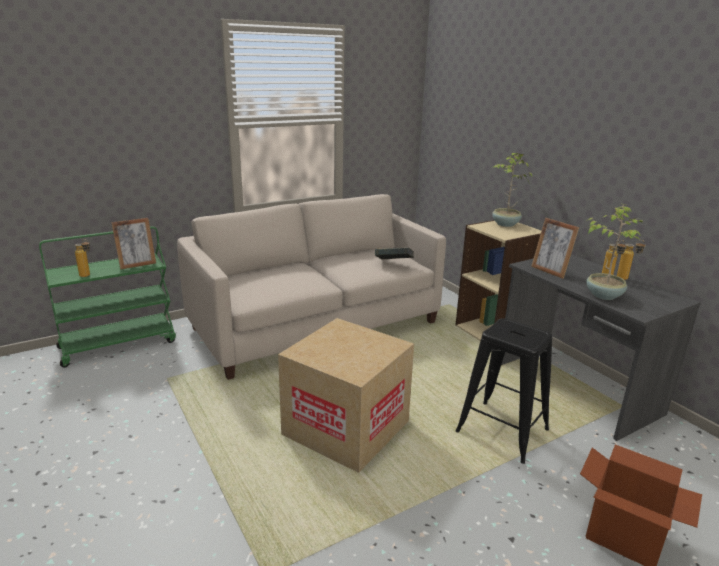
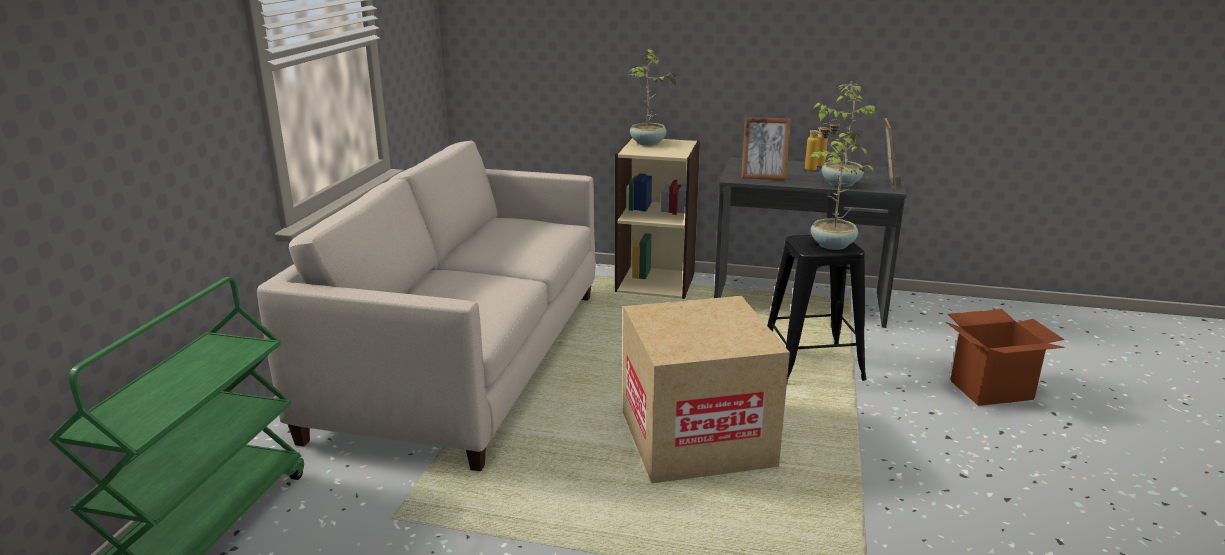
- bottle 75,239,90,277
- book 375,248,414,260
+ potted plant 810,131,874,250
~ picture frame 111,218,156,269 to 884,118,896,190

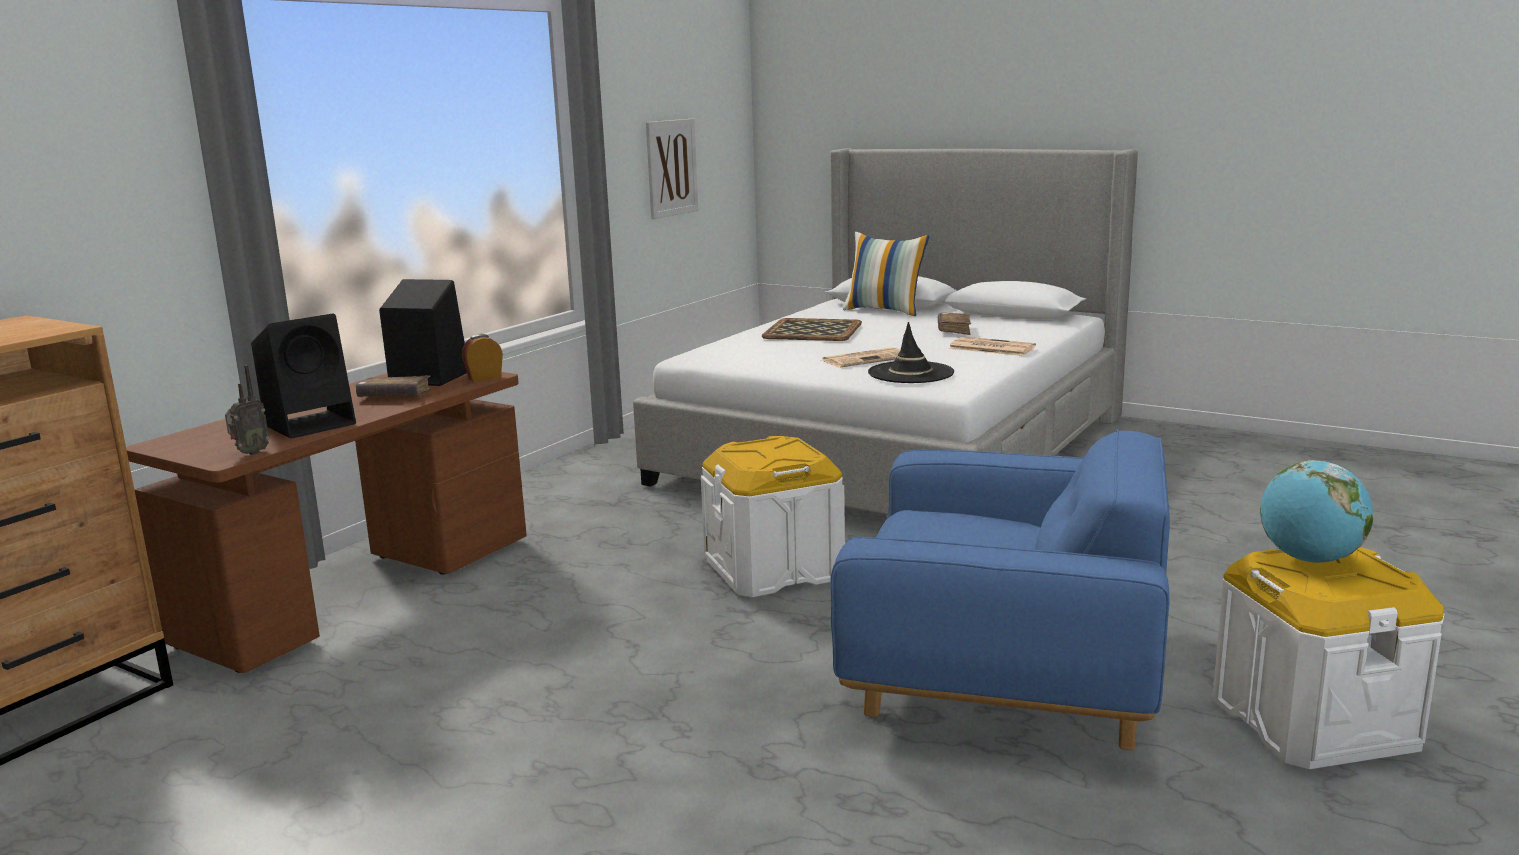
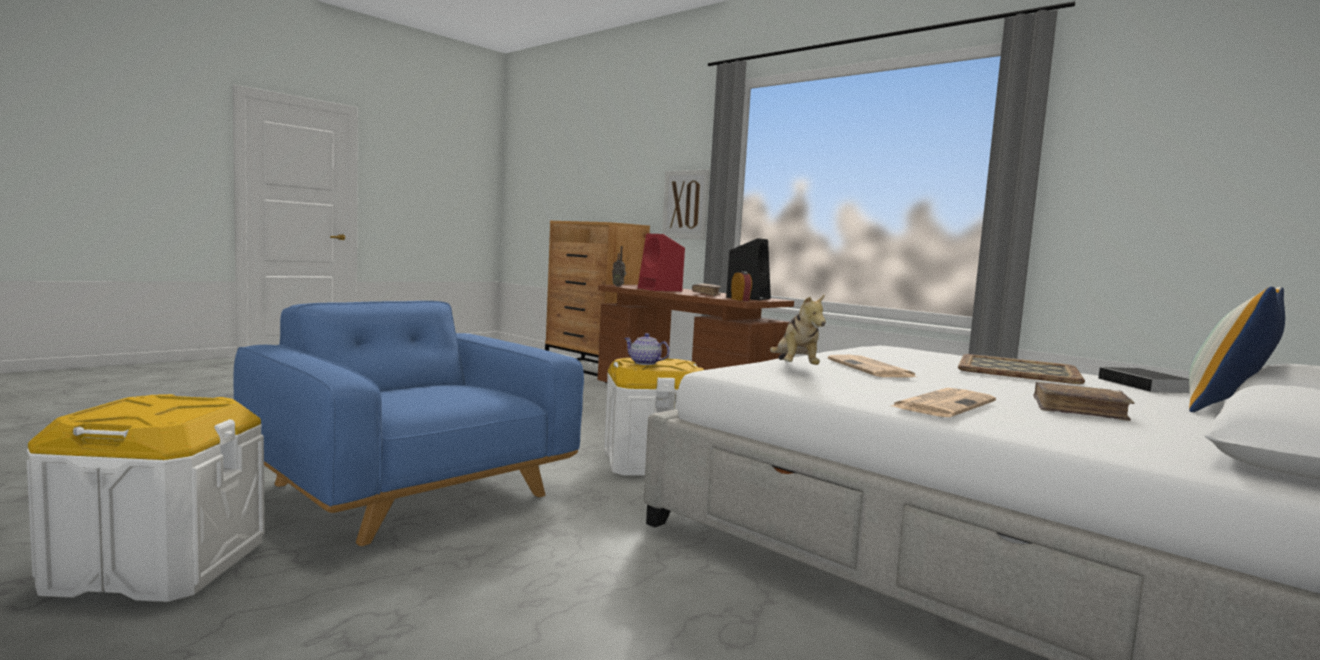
- globe 1260,460,1373,563
+ teapot 624,333,670,365
+ book 1098,367,1190,395
~ picture 646,119,698,219 to 662,170,710,240
~ black hat 868,322,954,383 to plush toy 770,294,826,365
~ black speaker 251,314,356,439 to red speaker 638,234,685,291
~ blue armchair 830,429,1170,750 = 233,301,584,546 105 degrees clockwise

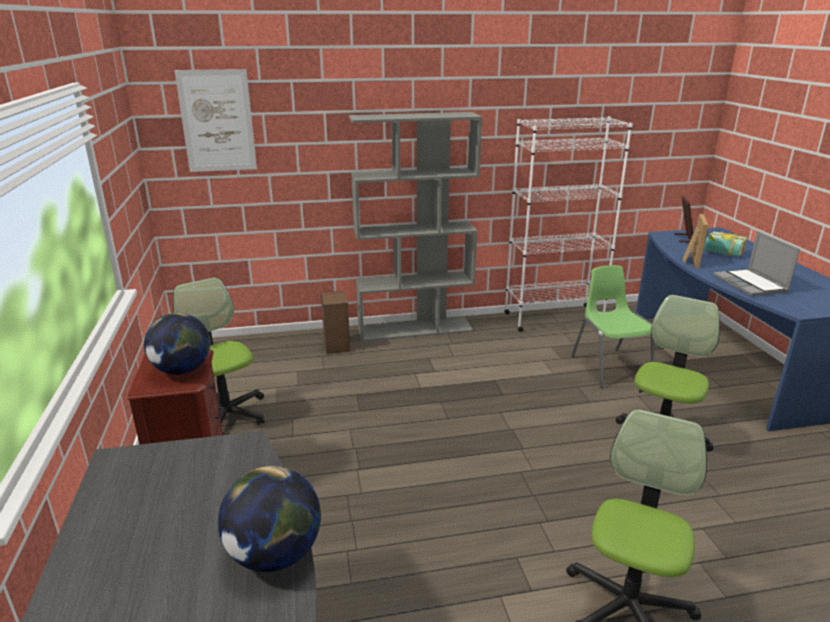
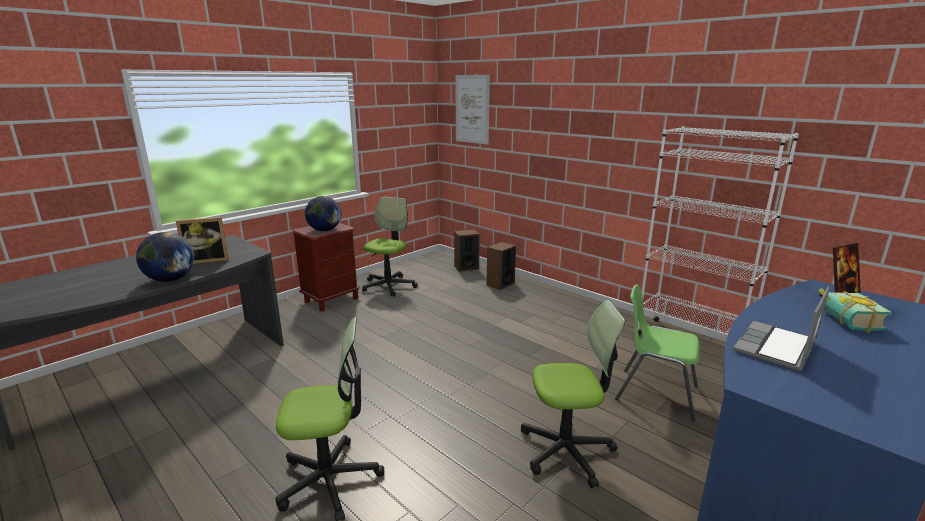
- grey bookcase 349,112,482,342
+ speaker 454,229,480,272
~ picture frame 683,213,708,268 to 176,217,229,264
~ green chair 571,265,654,388 = 615,284,700,421 105 degrees counterclockwise

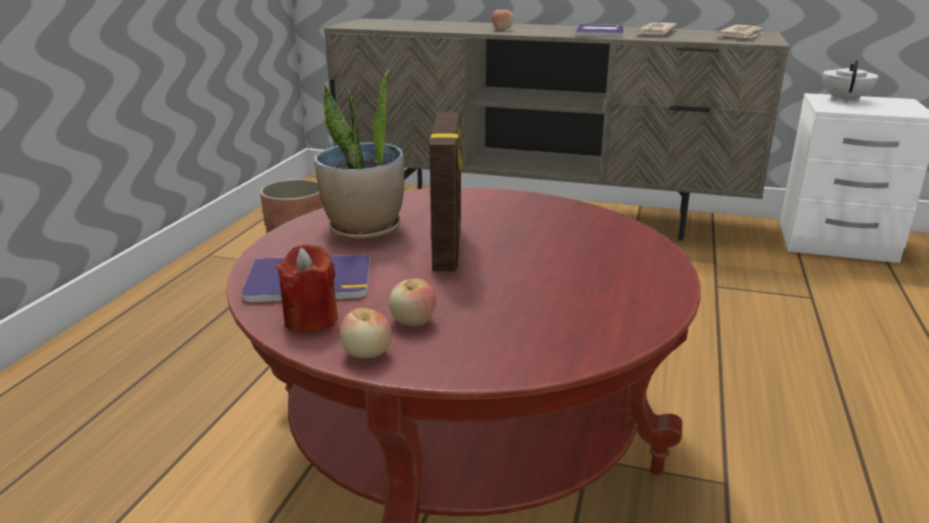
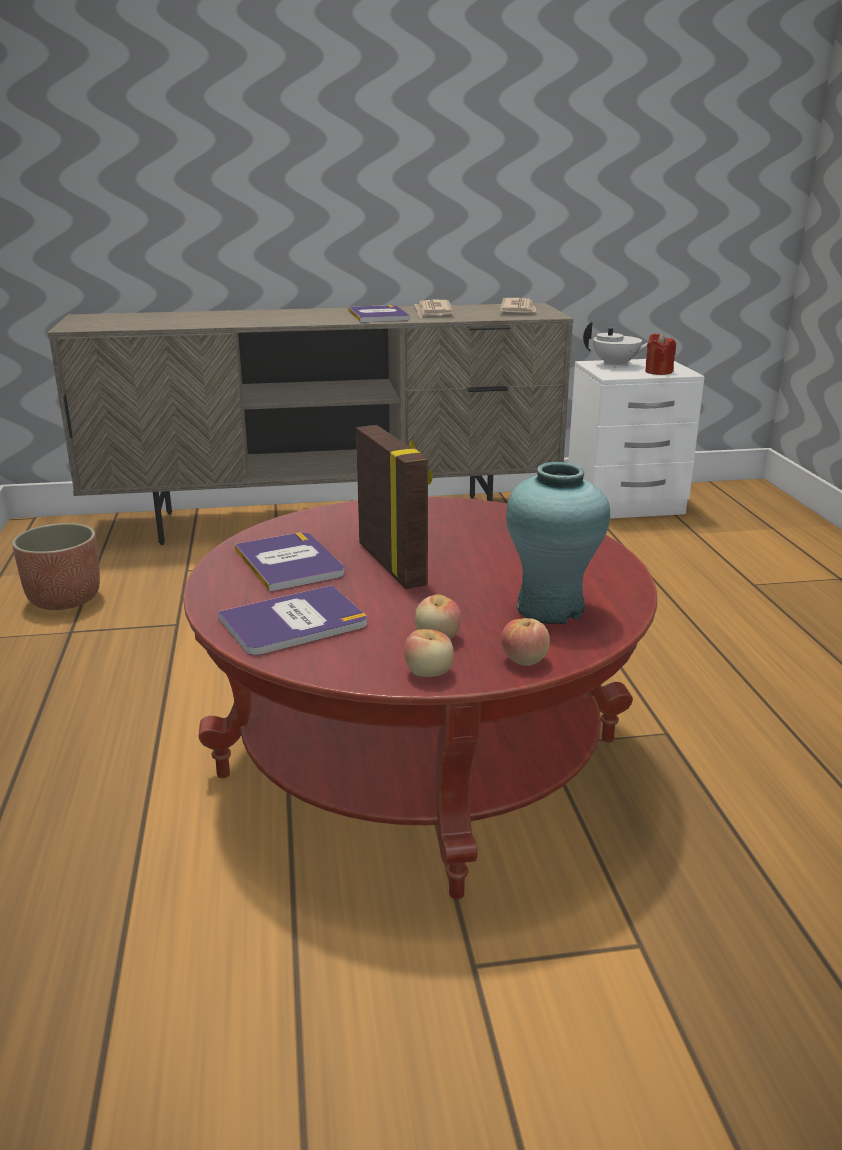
+ turquoise vase 506,462,610,624
~ red candle 276,244,338,333 to 645,332,676,375
~ apple 492,10,513,30 to 501,618,550,666
~ potted plant 314,69,404,241 to book 235,532,344,592
~ white teapot 823,60,878,103 = 583,321,647,368 105 degrees clockwise

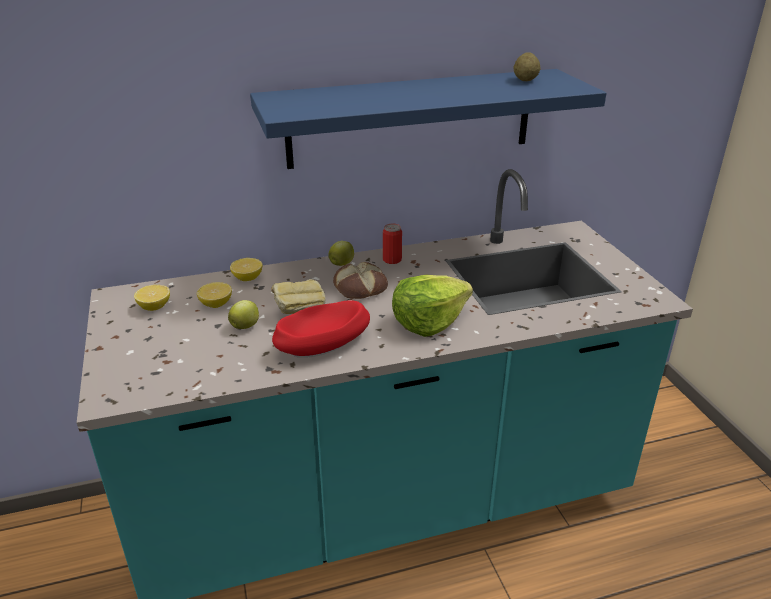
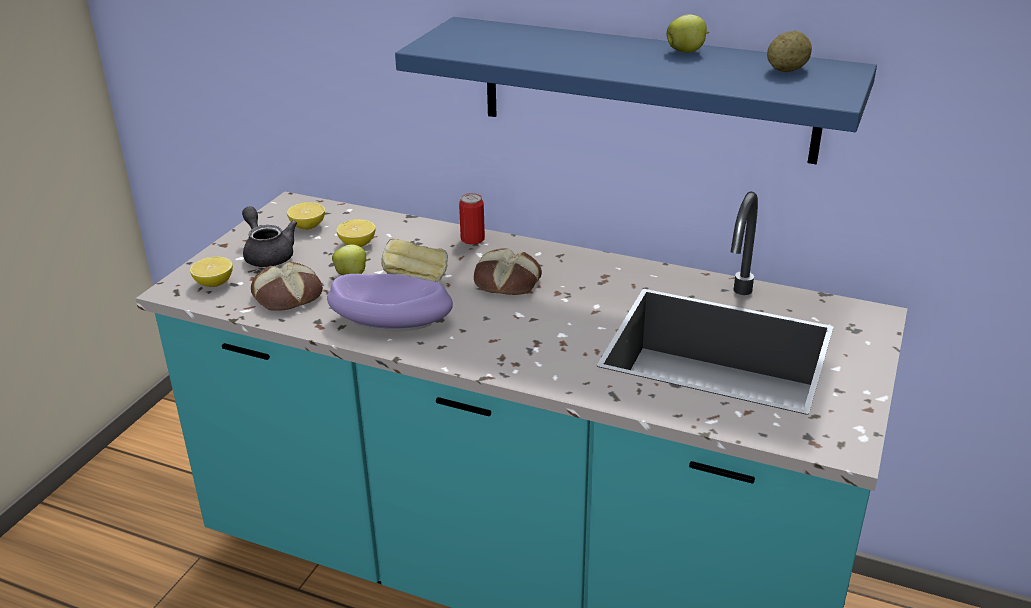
- lettuce 392,275,473,337
+ grey teapot 242,206,297,267
+ bread 251,262,323,311
~ lemon 230,258,262,281 to 190,257,233,287
~ apple 328,241,354,266 to 667,14,709,53
~ can 383,224,402,264 to 459,193,485,244
~ red bowl 272,300,370,358 to purple bowl 327,274,453,331

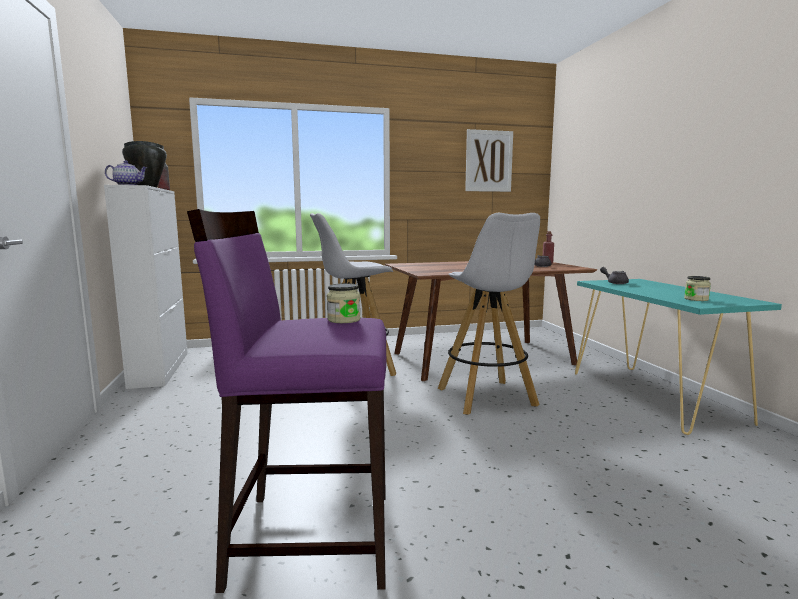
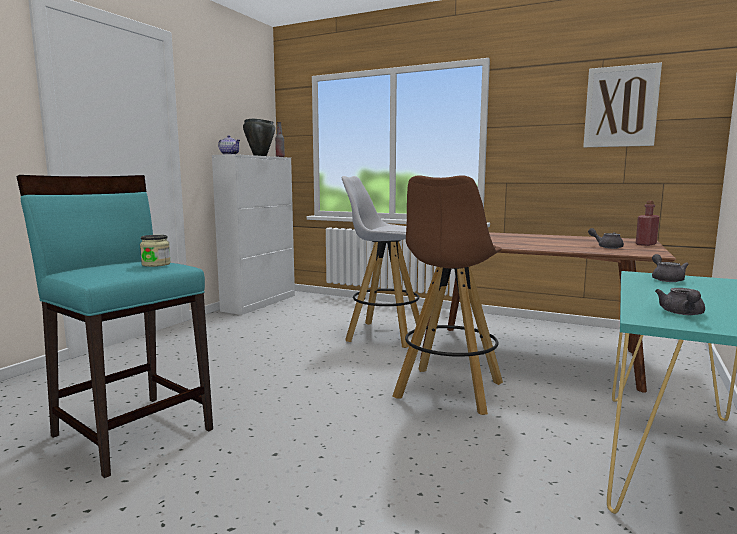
~ jar 684,276,711,301 to grey teapot 655,288,705,315
~ purple stool 187,209,386,593 to turquoise stool 16,175,213,478
~ white stool 438,213,540,415 to brown stool 392,175,503,415

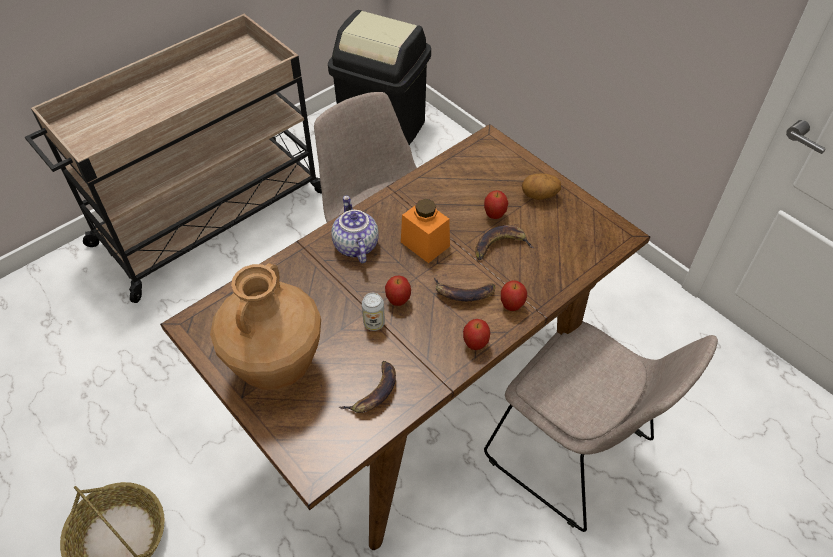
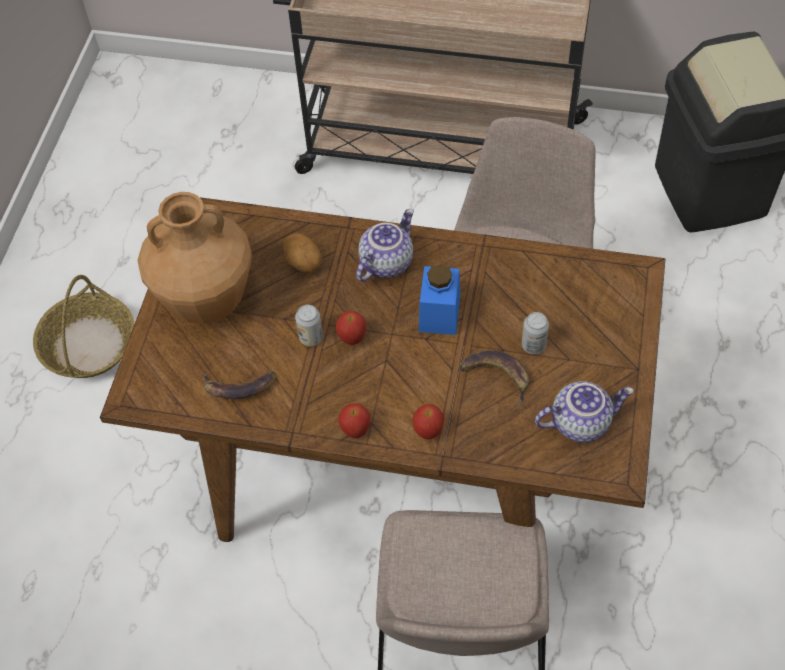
- banana 434,278,495,301
+ teapot 535,381,634,443
~ potato 522,173,561,200 to 283,233,322,272
~ apple 484,190,508,219 to can 522,312,549,354
~ orange jar 401,199,450,263 to blue jar 419,265,460,335

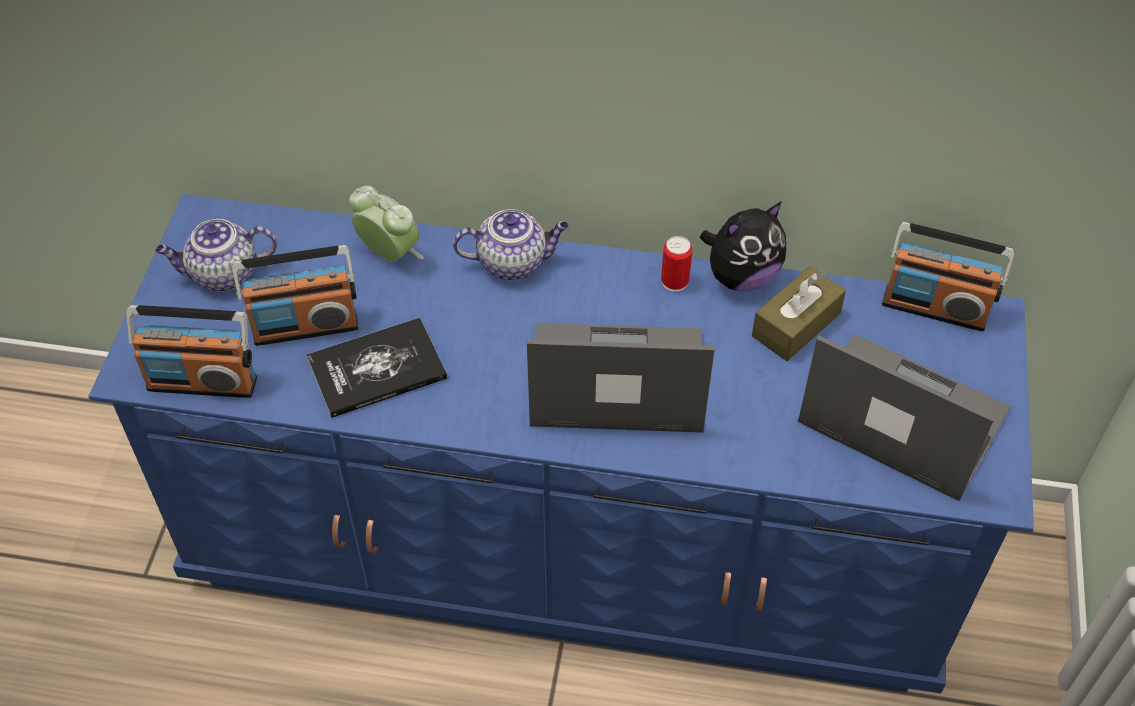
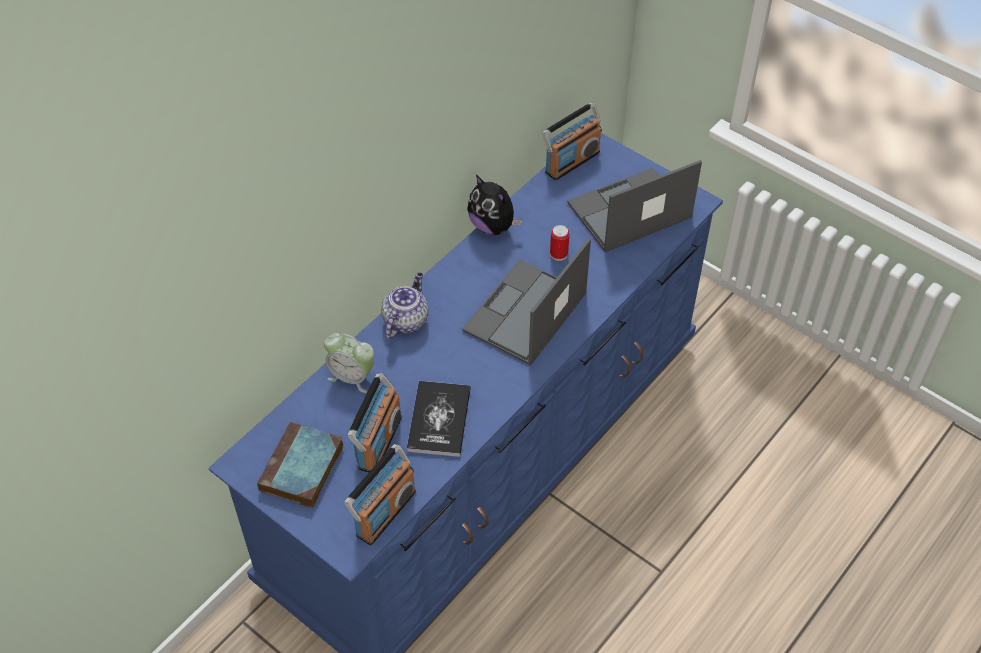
- brown tissue box 752,266,846,361
~ can 661,236,692,292 to 550,225,569,261
~ teapot 155,219,277,292 to book 257,422,344,508
~ alarm clock 349,185,424,261 = 324,333,374,393 135 degrees counterclockwise
~ plush toy 700,201,786,291 = 467,175,522,235 135 degrees clockwise

